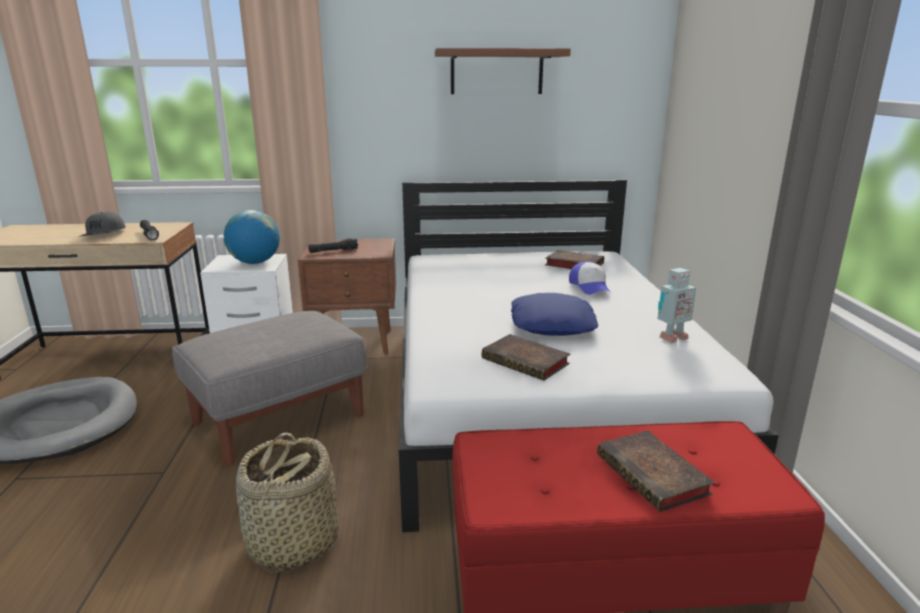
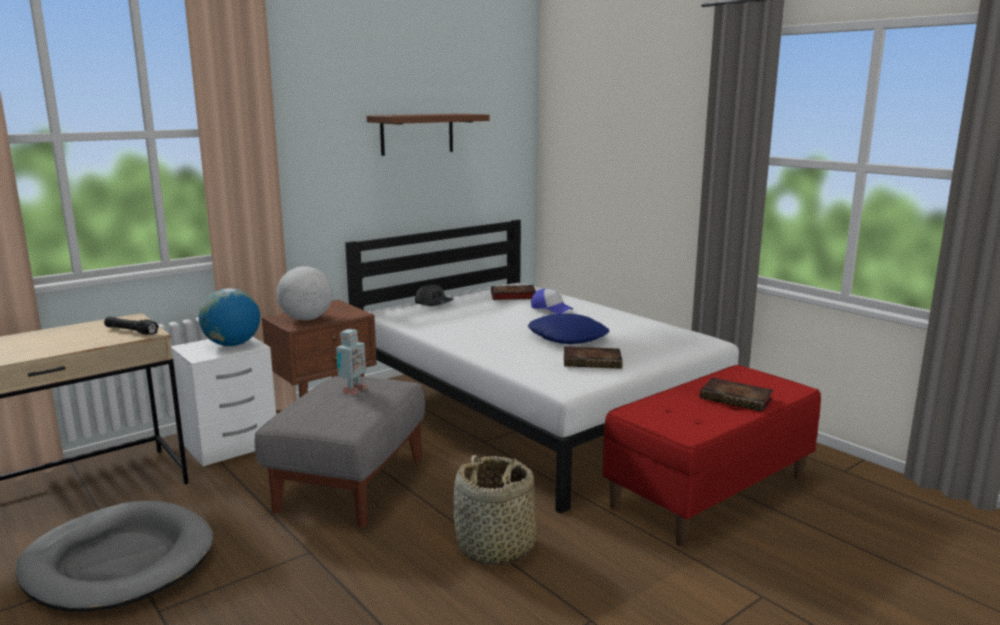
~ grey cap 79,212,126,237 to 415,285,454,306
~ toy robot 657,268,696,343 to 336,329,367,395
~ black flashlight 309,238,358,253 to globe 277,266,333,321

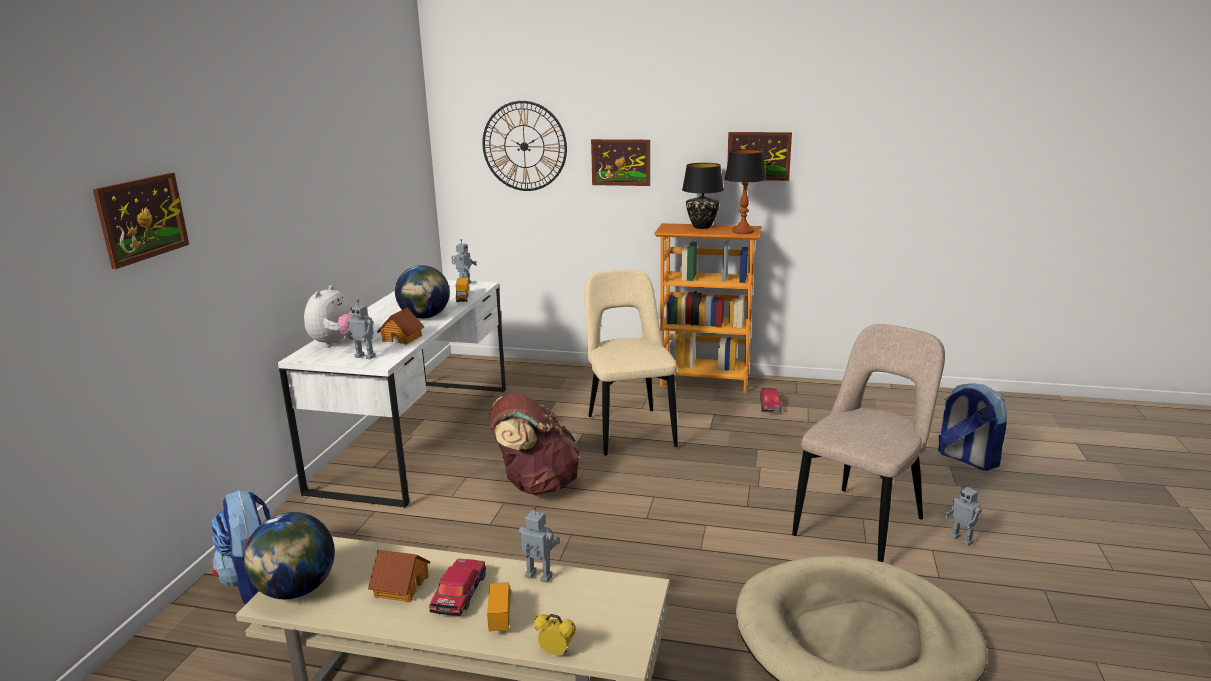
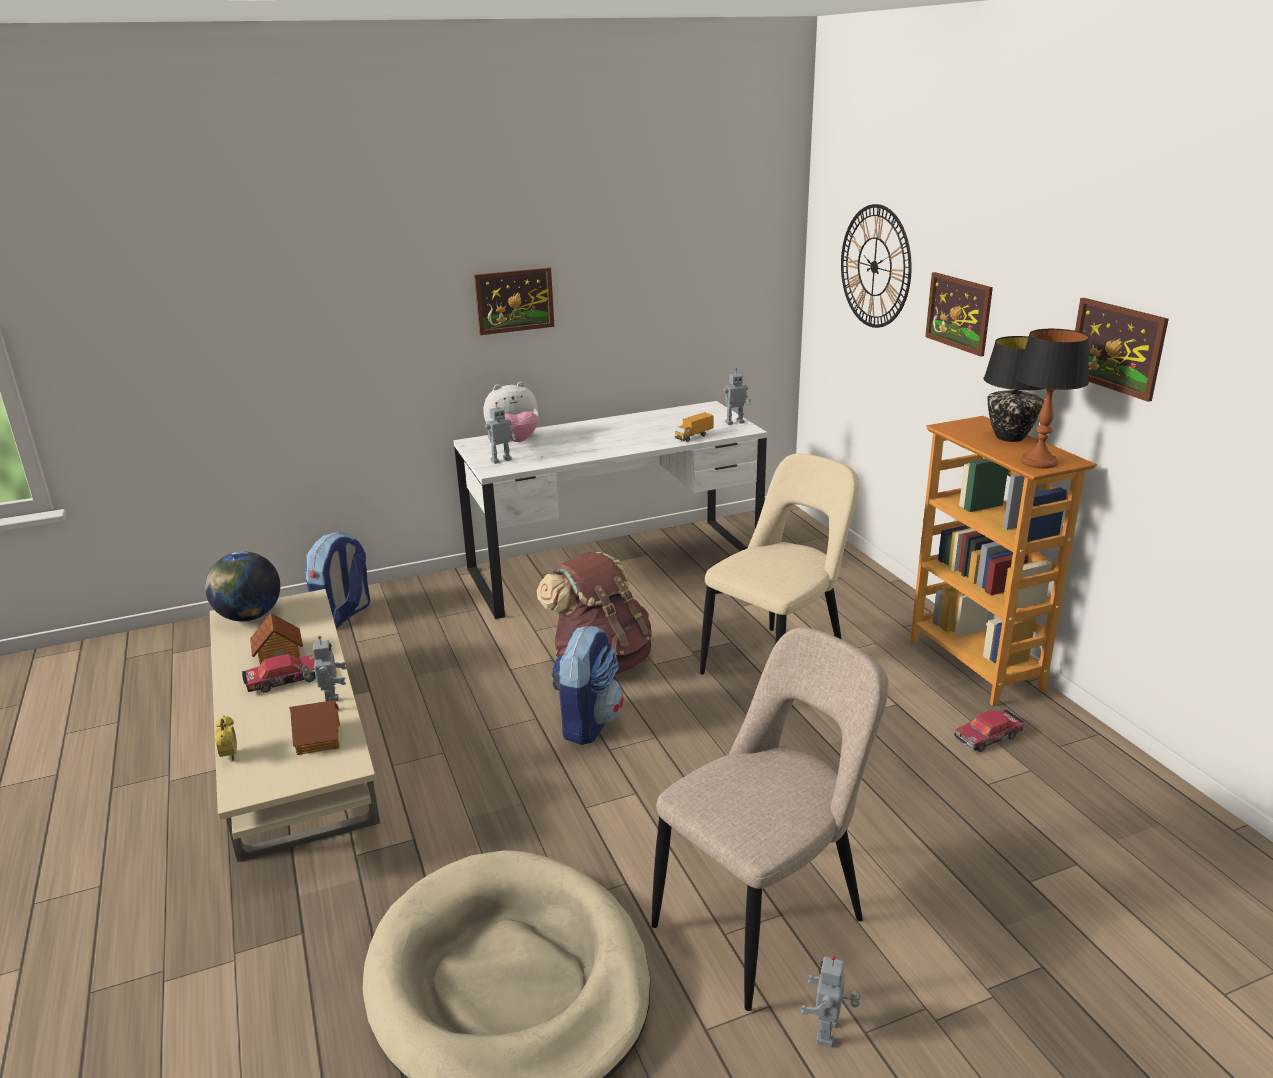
- globe 395,265,450,319
- toy truck 487,583,511,631
~ picture 93,173,189,269 to 474,268,554,335
~ toy house 377,307,425,345 to 289,700,340,755
~ backpack 938,383,1007,471 to 551,625,624,745
~ toy robot 343,300,376,359 = 485,402,516,464 105 degrees counterclockwise
~ beige chair 792,324,945,562 = 651,627,889,1011 45 degrees counterclockwise

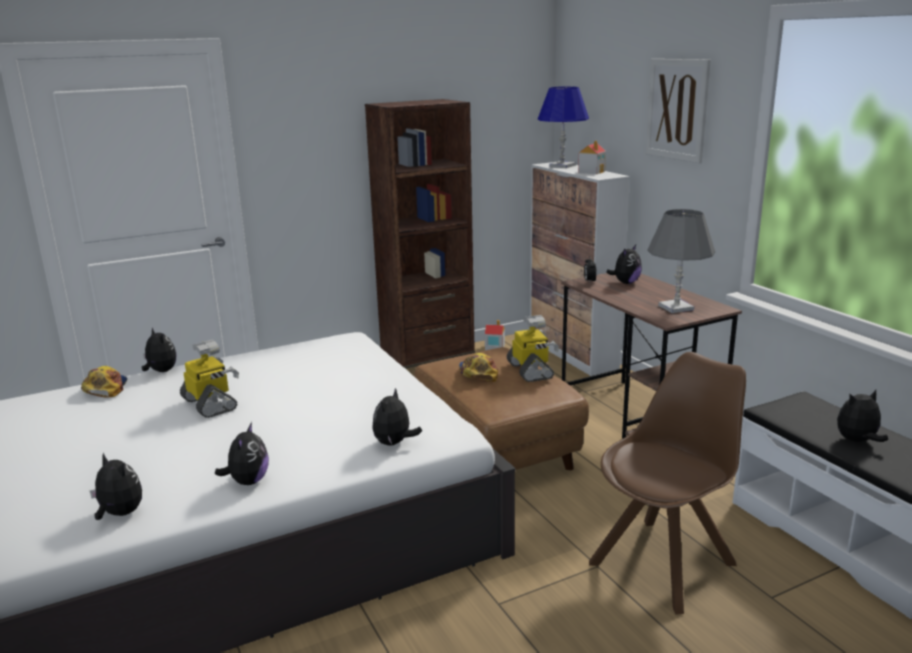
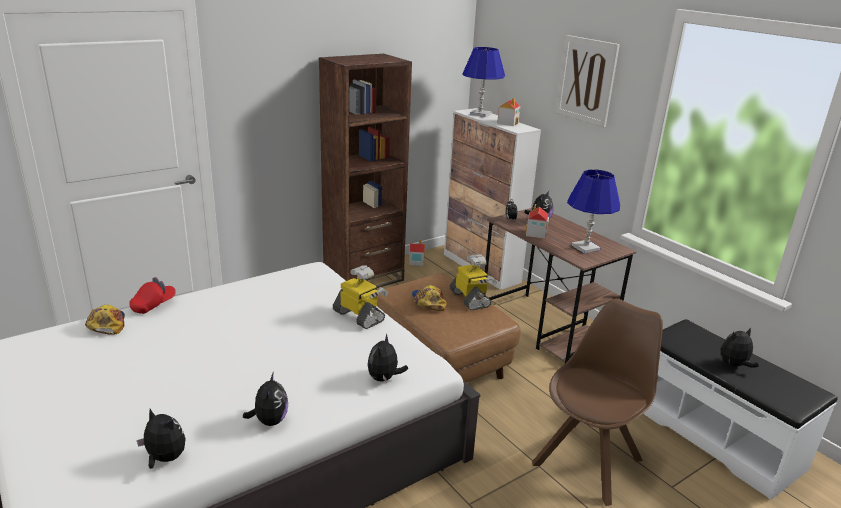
+ toy house 525,204,549,239
~ toy robot 180,340,239,418 to 333,266,388,329
~ plush toy 142,327,176,372 to red cap 129,277,176,314
~ grey table lamp 647,209,715,313 to blue table lamp 567,169,620,253

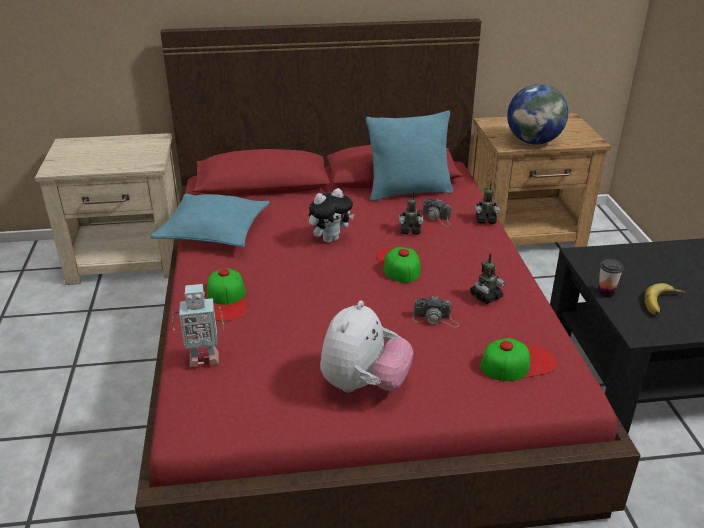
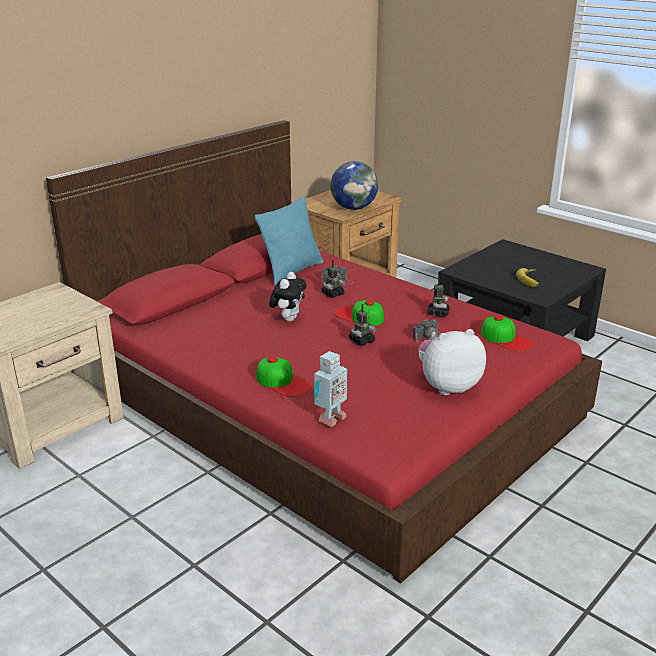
- turquoise pillow 151,194,270,247
- cup 597,259,624,298
~ toy robot 475,181,500,224 to 349,304,376,346
~ plush toy 320,300,413,392 = 418,329,486,395 90 degrees counterclockwise
~ cap 481,338,557,381 = 481,315,533,352 105 degrees clockwise

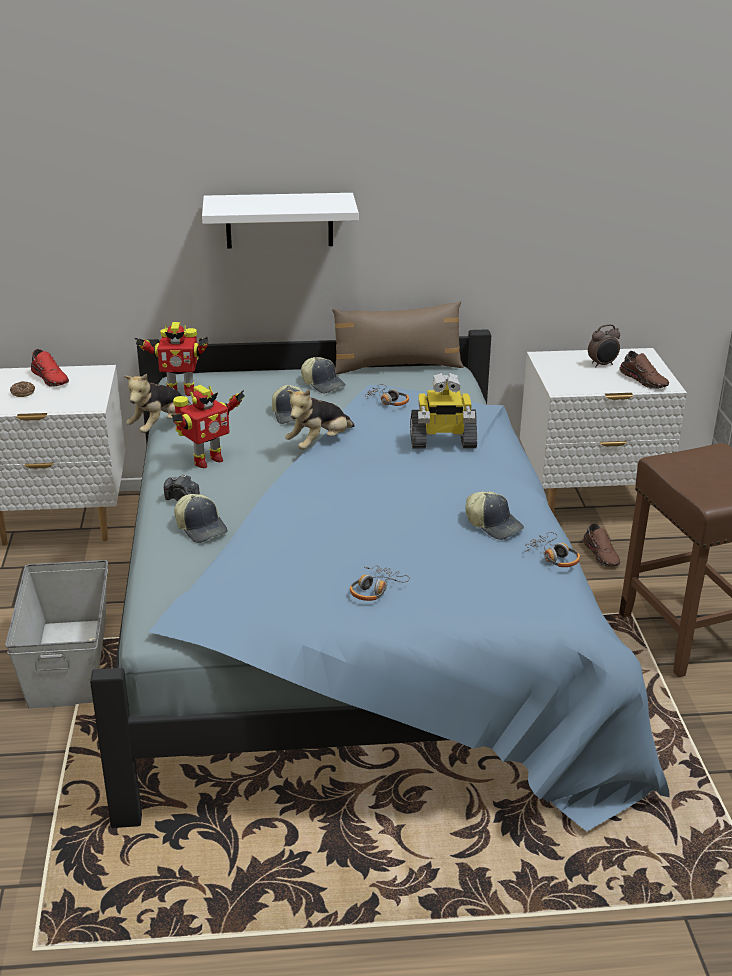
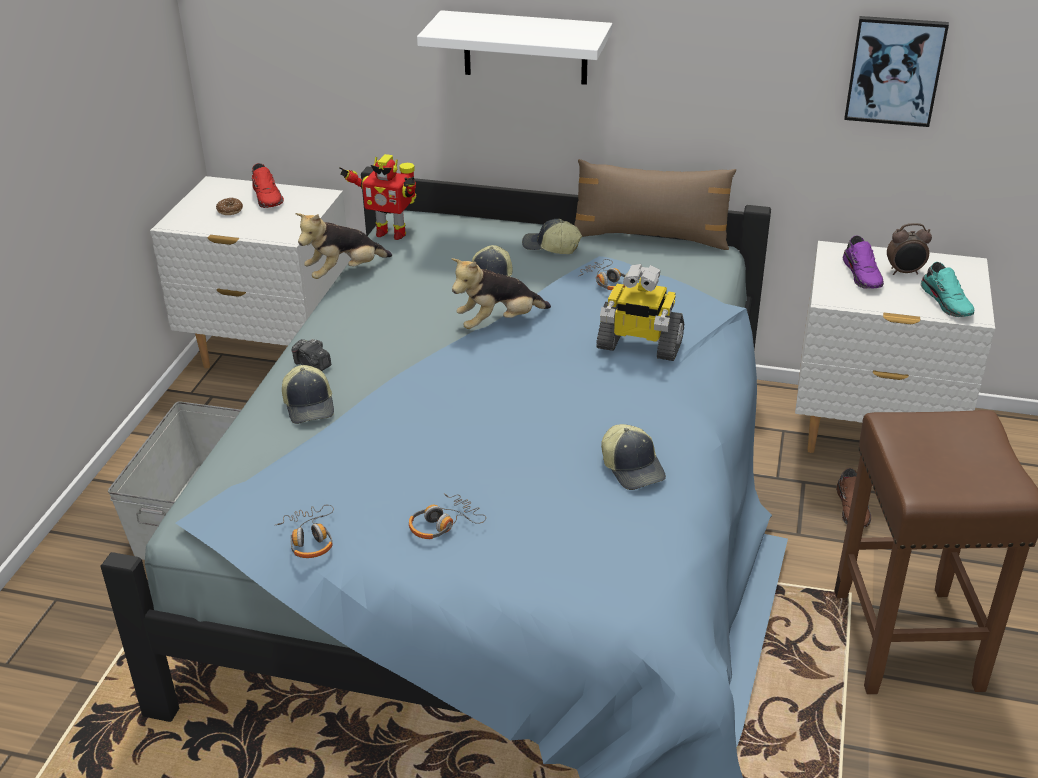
- toy robot 171,385,245,468
+ purple shoe 843,235,884,289
+ picture 844,16,949,127
~ headphones 525,532,580,567 to 275,505,334,558
~ brown shoe 619,351,669,389 to turquoise shoe 921,262,974,317
~ cap 301,357,346,393 = 522,219,582,254 135 degrees clockwise

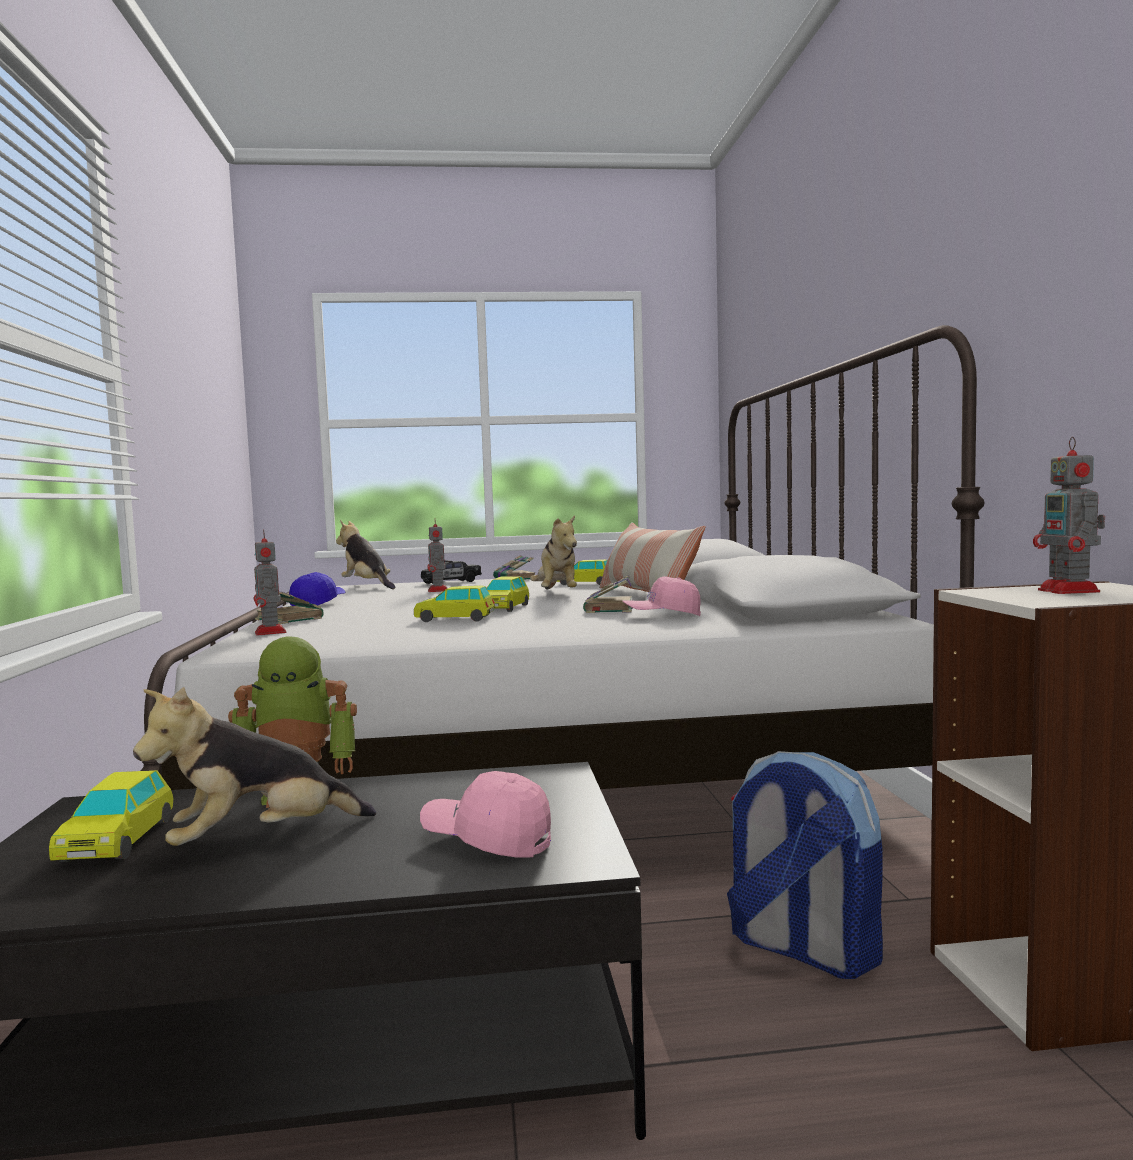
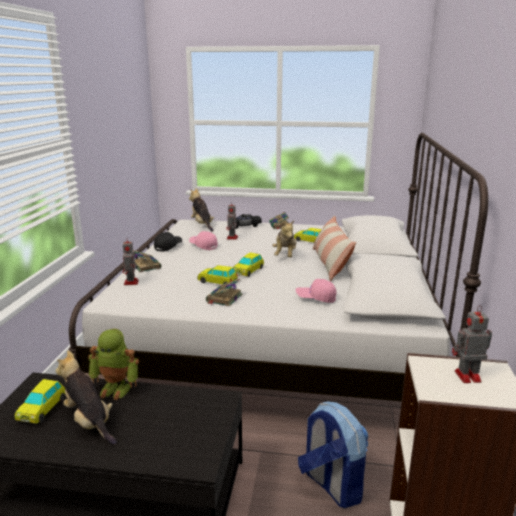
~ pink cap 420,771,551,858 to 189,231,218,250
~ book 583,575,633,613 to 206,279,242,307
~ blue cap 289,572,346,606 to black cap 154,232,182,252
~ plush toy 133,687,376,846 = 56,350,117,445 60 degrees clockwise
~ toy robot 1033,436,1105,594 = 452,305,492,383 75 degrees clockwise

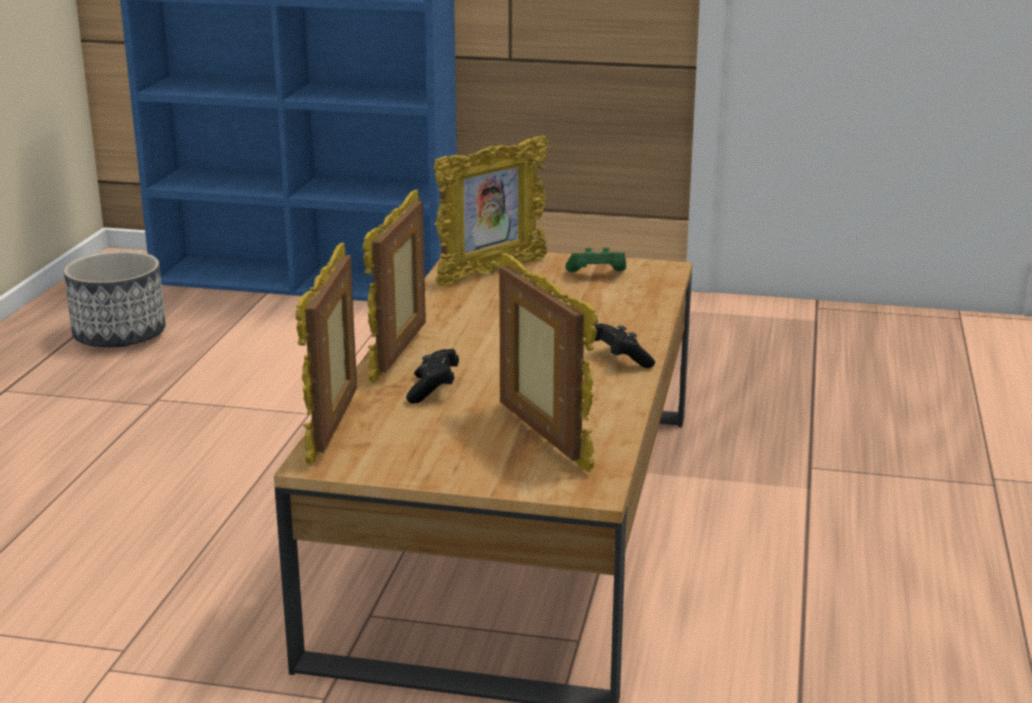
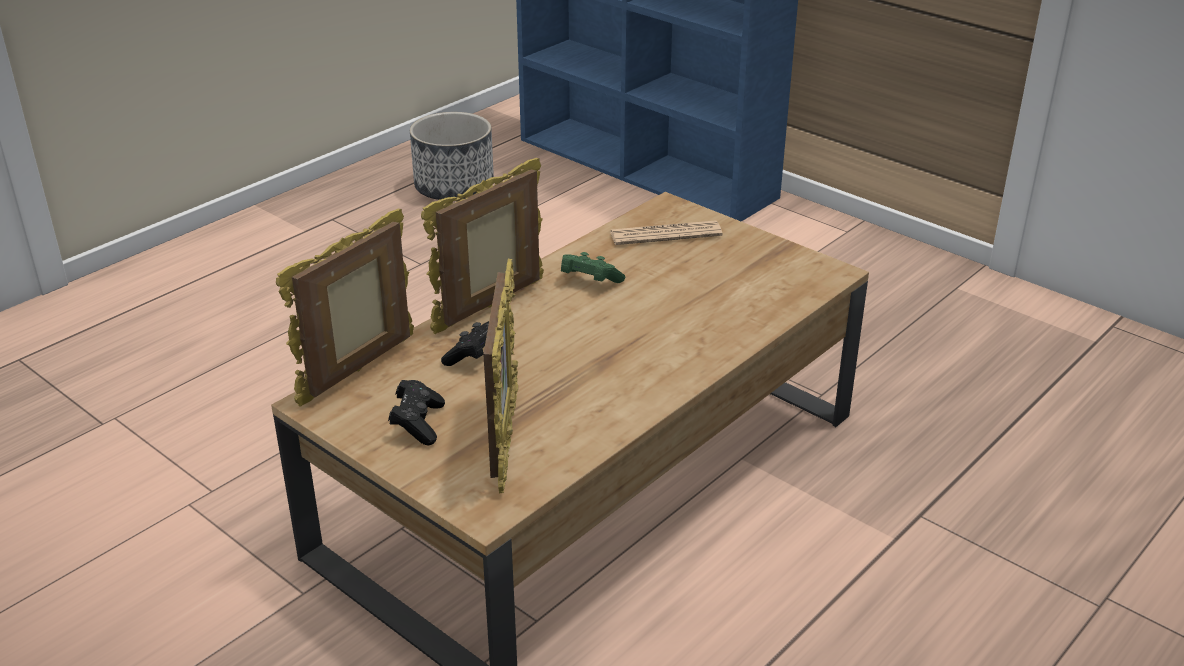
~ green game controller 565,247,627,272 to 561,252,625,283
~ black game controller 595,323,655,368 to 388,380,445,445
~ picture frame 433,136,548,287 to newspaper 610,220,722,245

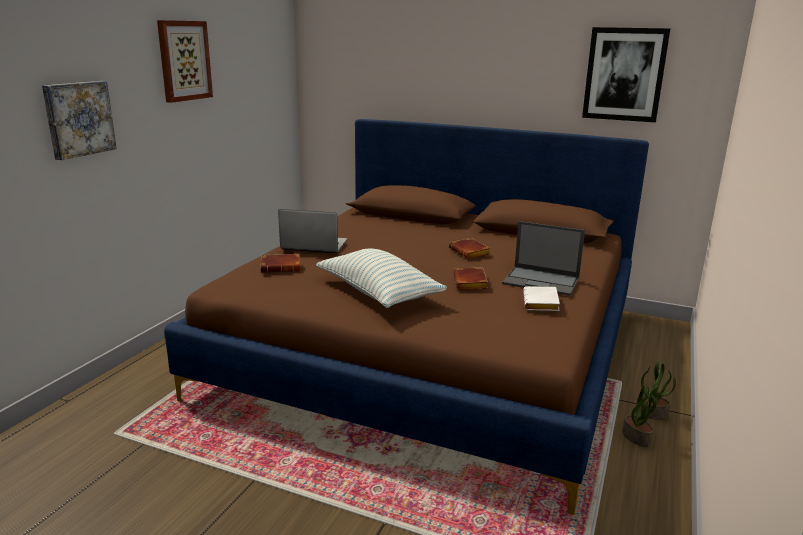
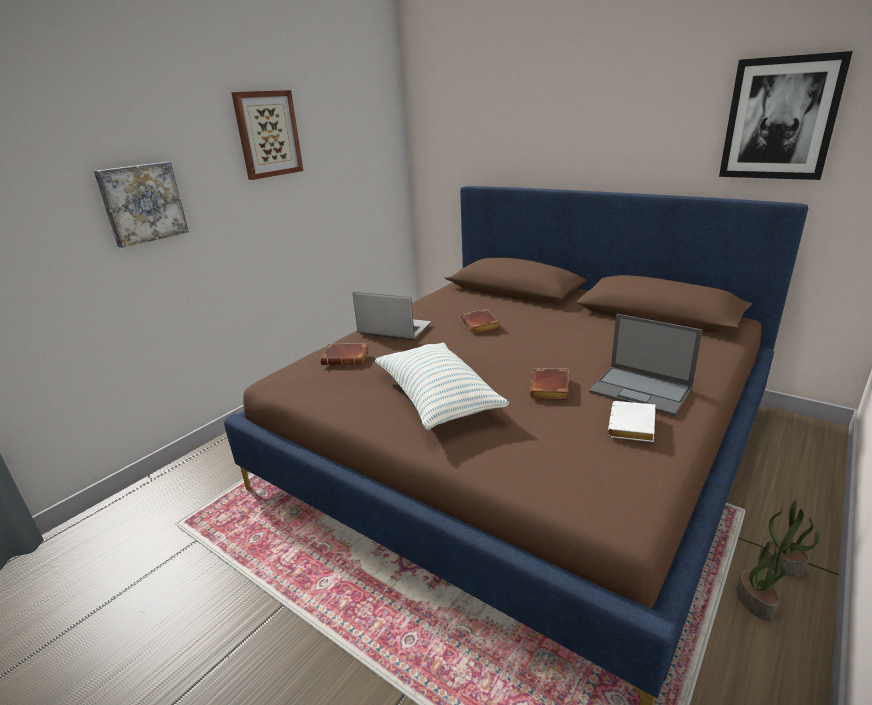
~ brown book 449,238,490,259 to 461,309,500,333

